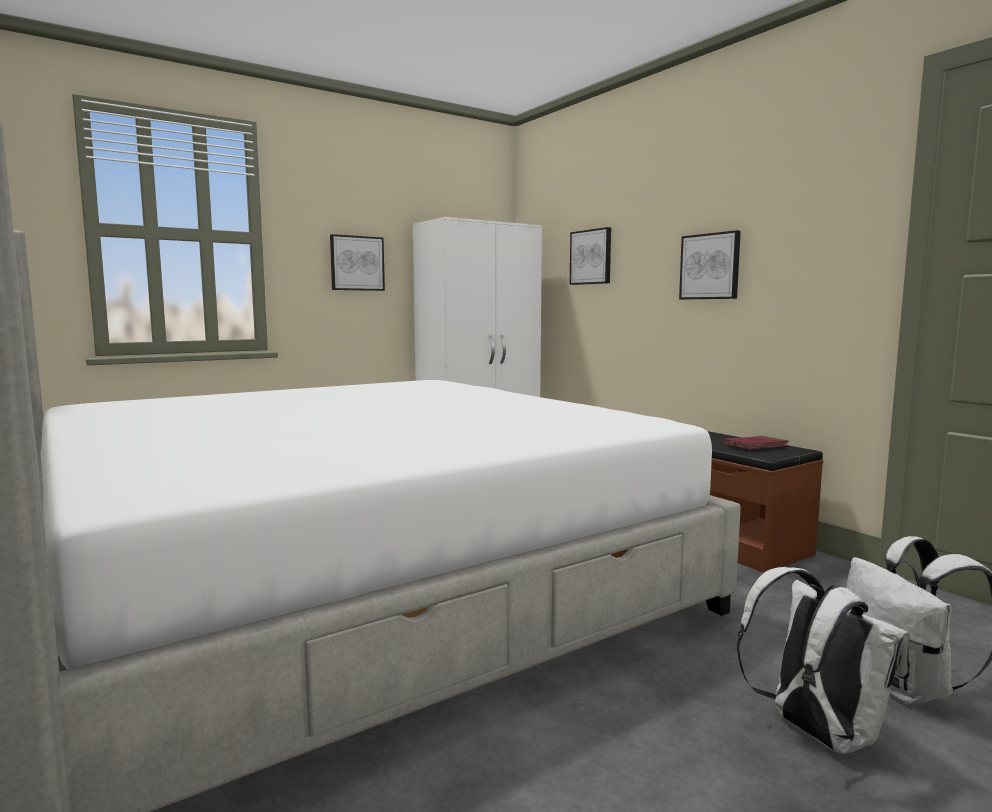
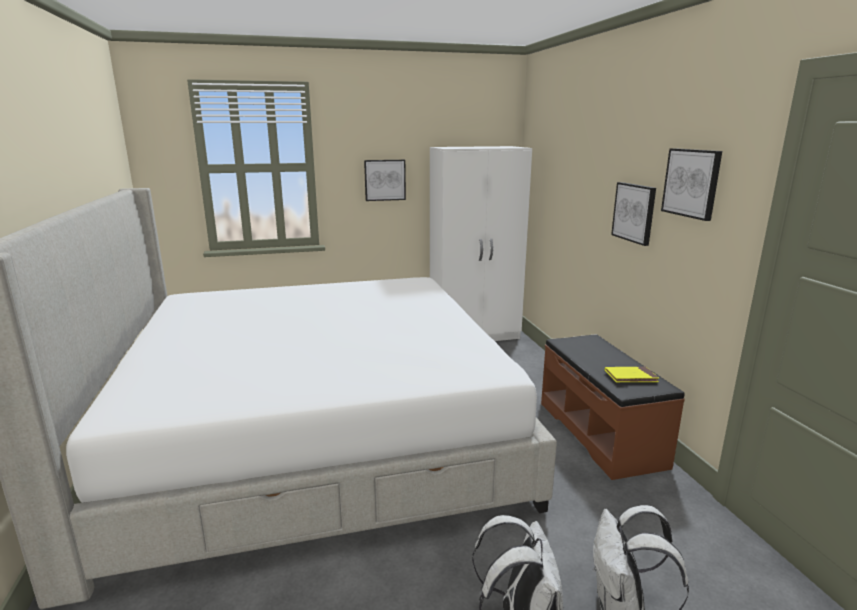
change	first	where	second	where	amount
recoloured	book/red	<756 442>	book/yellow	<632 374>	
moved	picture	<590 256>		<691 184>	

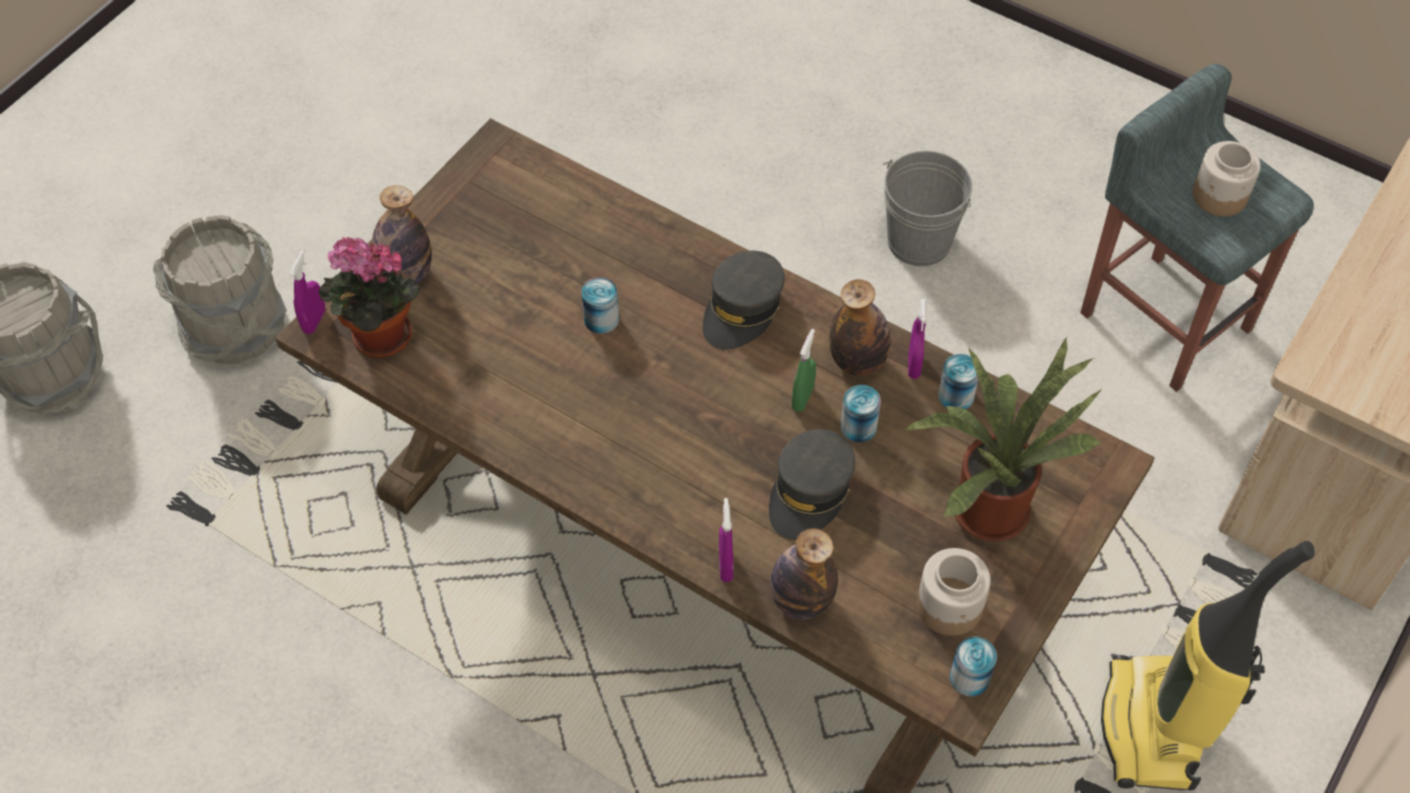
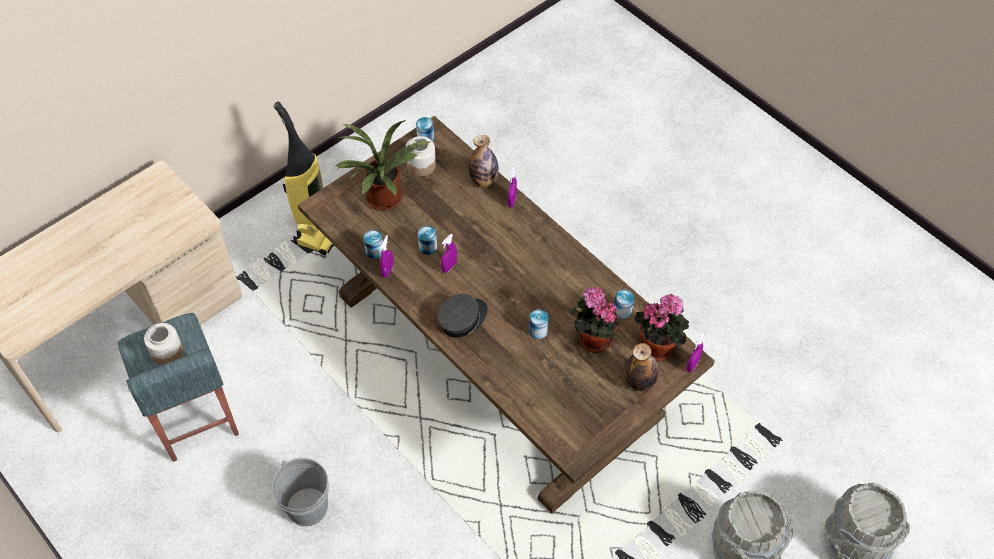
change	first	where	second	where	amount
recoloured	spray bottle/green	<804 370>	spray bottle/purple	<449 253>	
added			potted plant	<594 320>	
added			can	<624 304>	
removed	cap/grey	<812 484>			
removed	bottle	<860 327>			

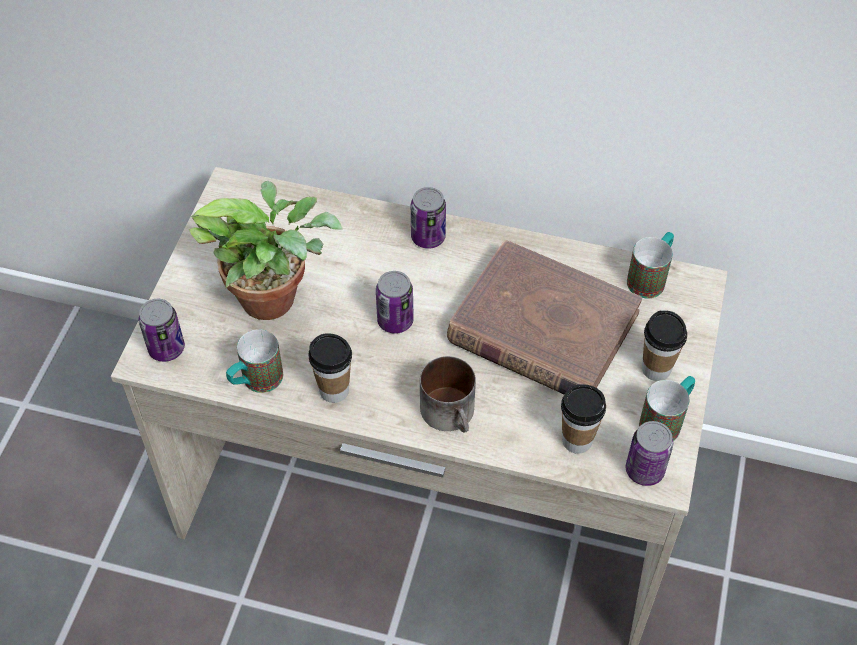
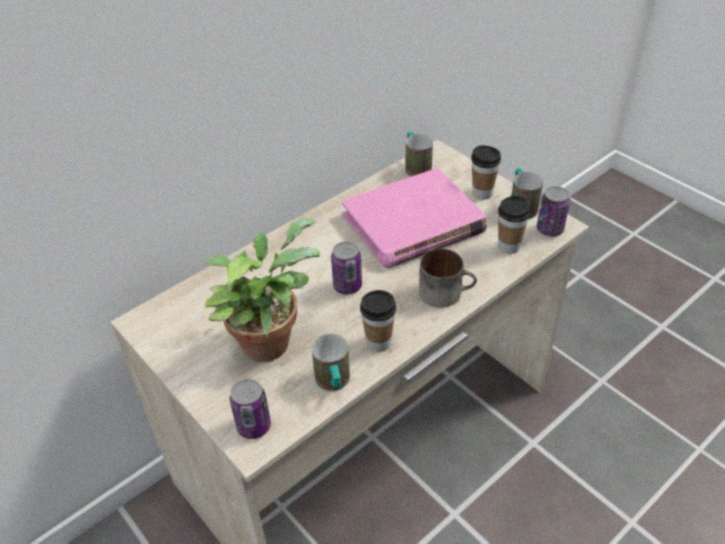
change	first	where	second	where	amount
recoloured	book/brown	<544 317>	book/pink	<415 218>	
removed	can	<428 218>			

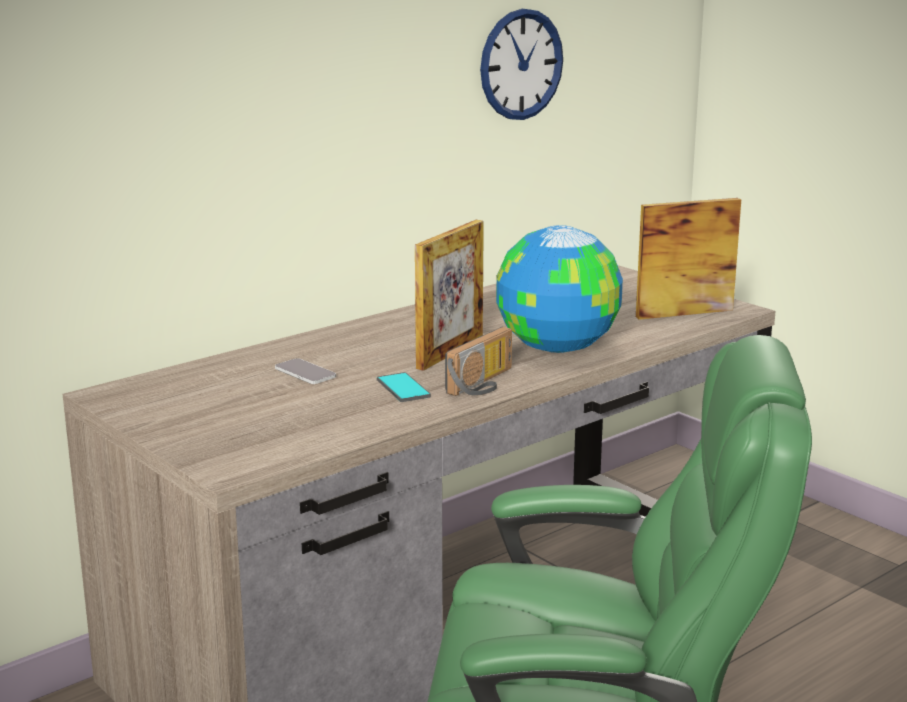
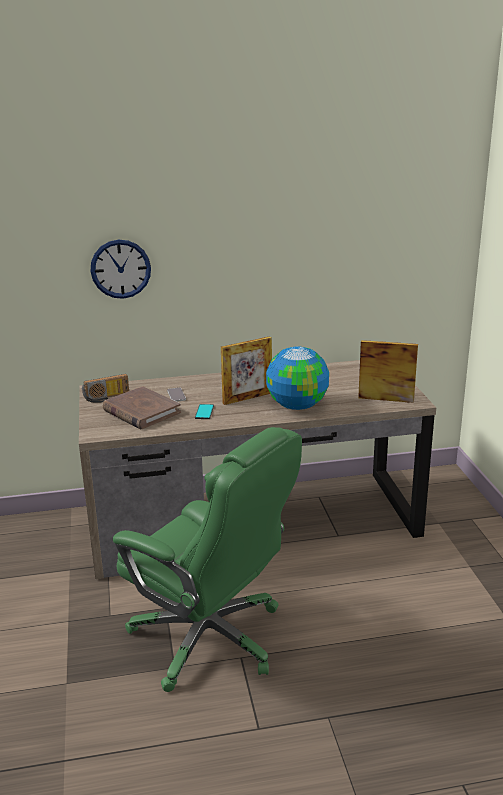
change	first	where	second	where	amount
moved	radio	<478 361>		<105 388>	
moved	wall clock	<521 64>		<121 269>	
added			book/brown	<142 407>	

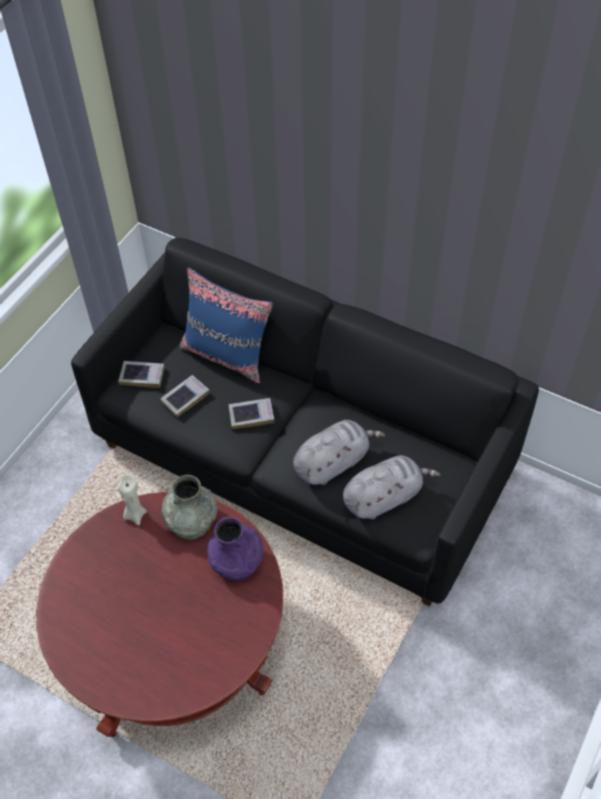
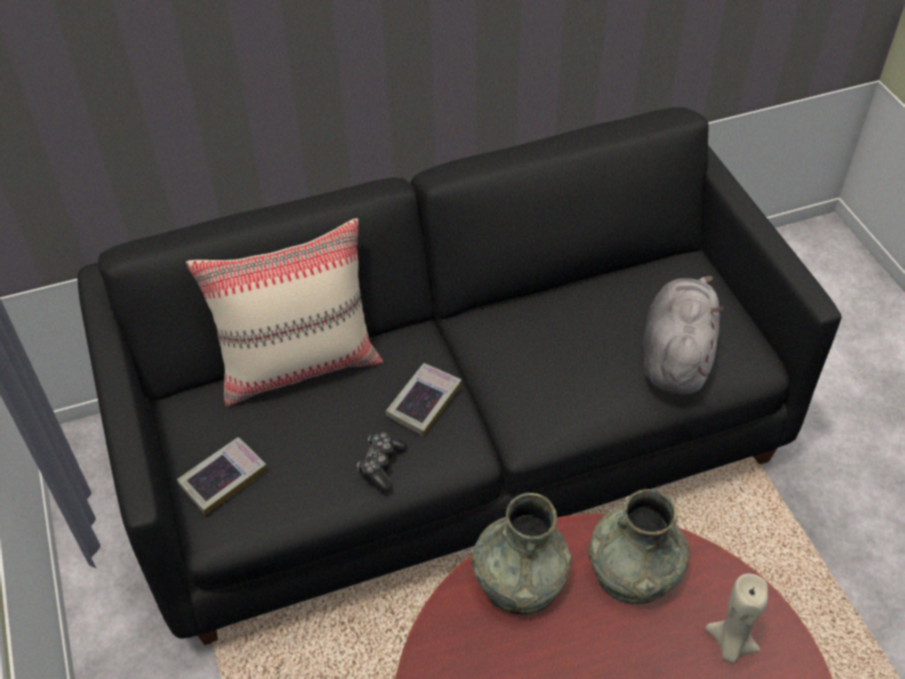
change	first	where	second	where	amount
recoloured	pillow/blue	<227 325>	pillow/beige	<284 312>	
added			game controller	<382 461>	
recoloured	vase/purple	<235 549>	vase/grey	<639 546>	
moved	candle/beige	<132 500>		<737 618>	
removed	book	<185 396>			
removed	plush toy/grey	<339 452>			

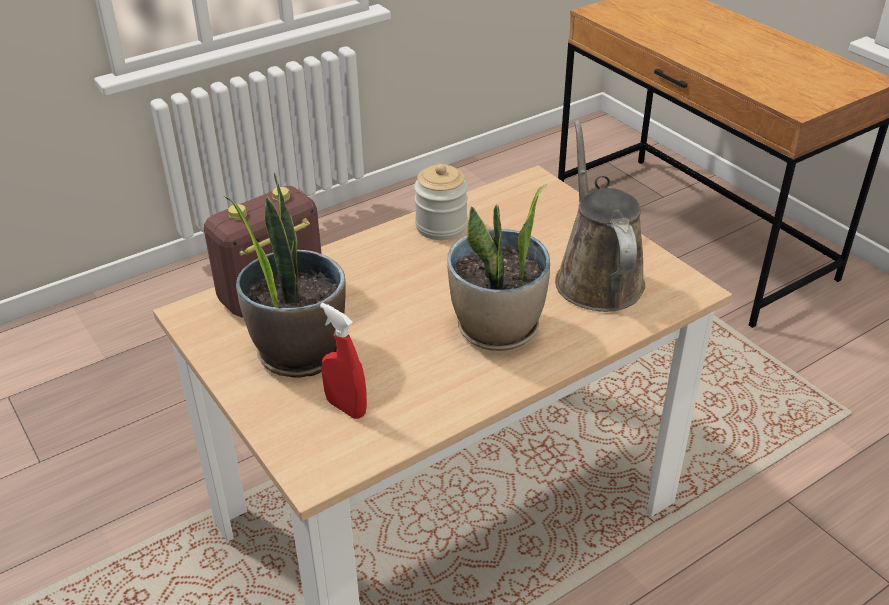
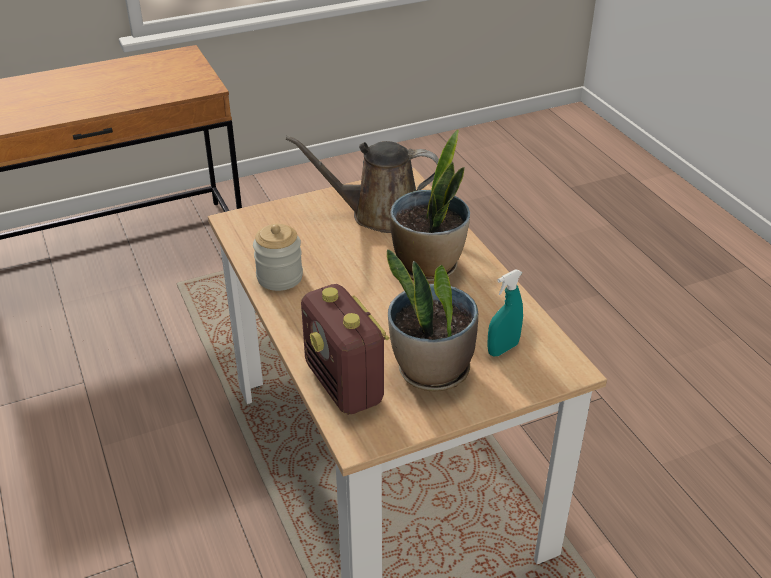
change	first	where	second	where	amount
recoloured	spray bottle/red	<343 361>	spray bottle/turquoise	<505 313>	

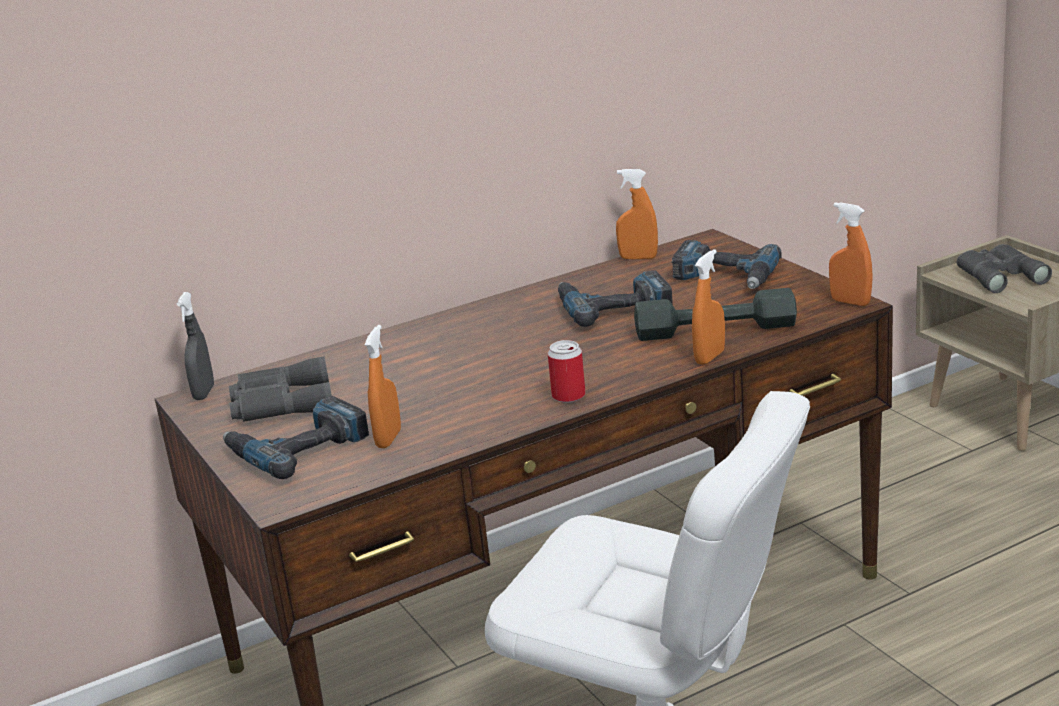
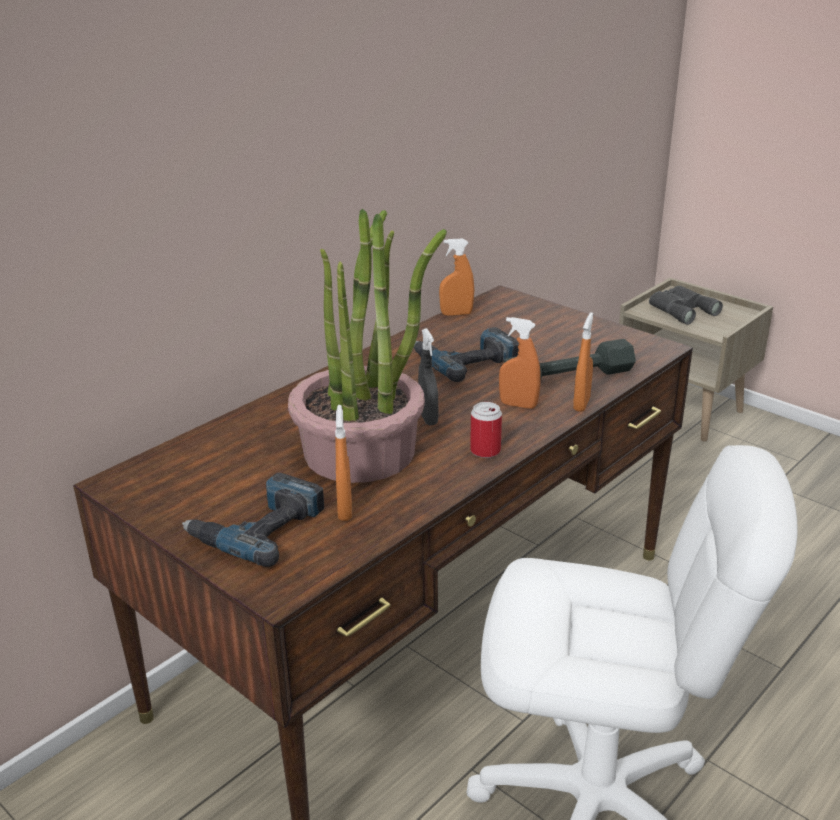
change	first	where	second	where	amount
added			potted plant	<367 345>	
moved	spray bottle/grey	<195 346>		<428 376>	
moved	spray bottle/orange	<851 254>		<520 363>	
removed	binoculars/grey	<280 389>			
removed	power drill	<727 264>			

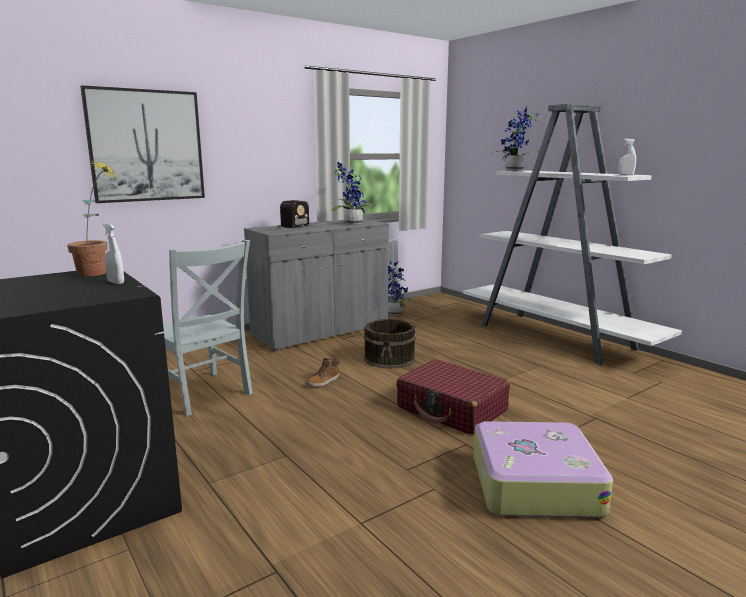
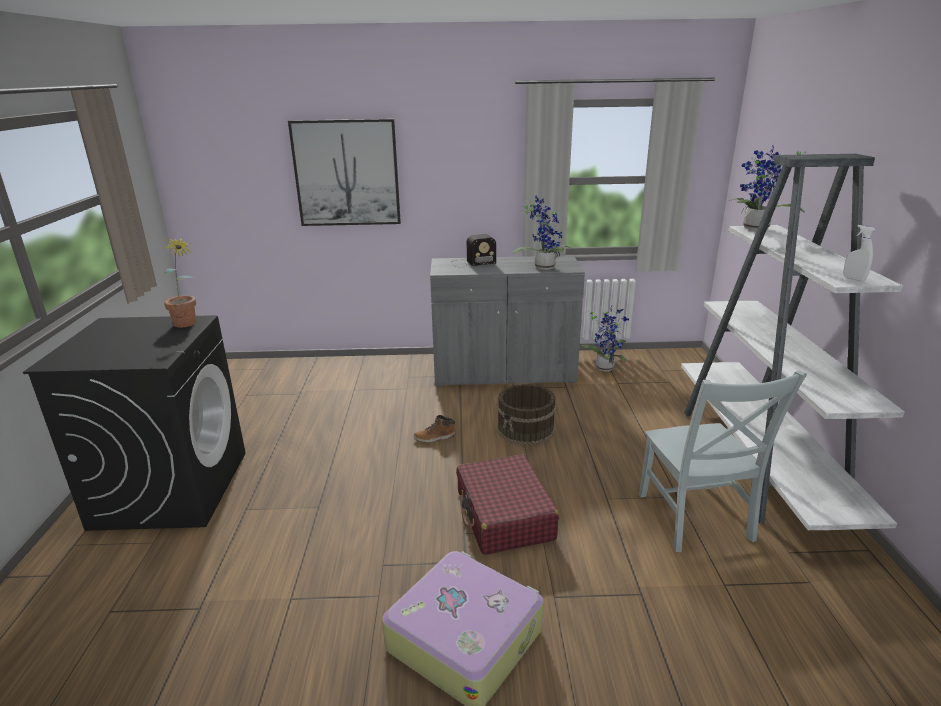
change	first	where	second	where	amount
moved	chair/grey	<208 328>		<723 461>	
removed	spray bottle/white	<113 254>			

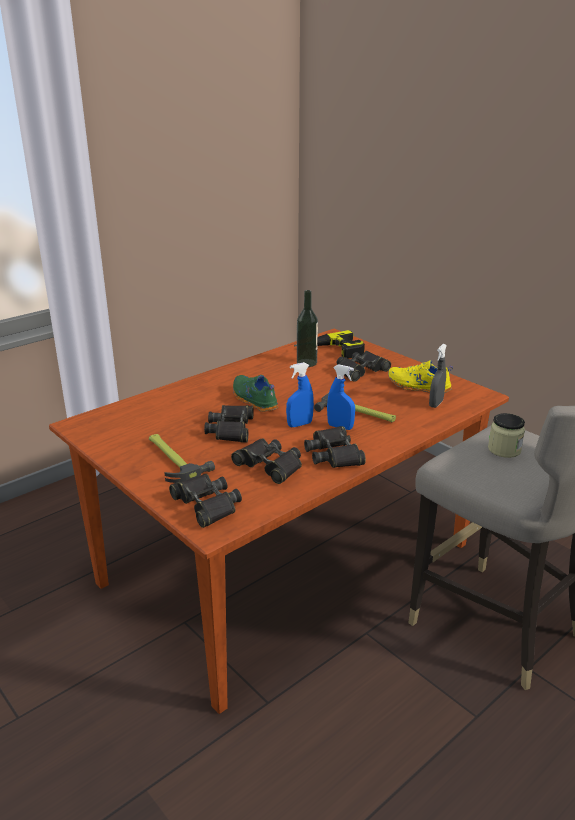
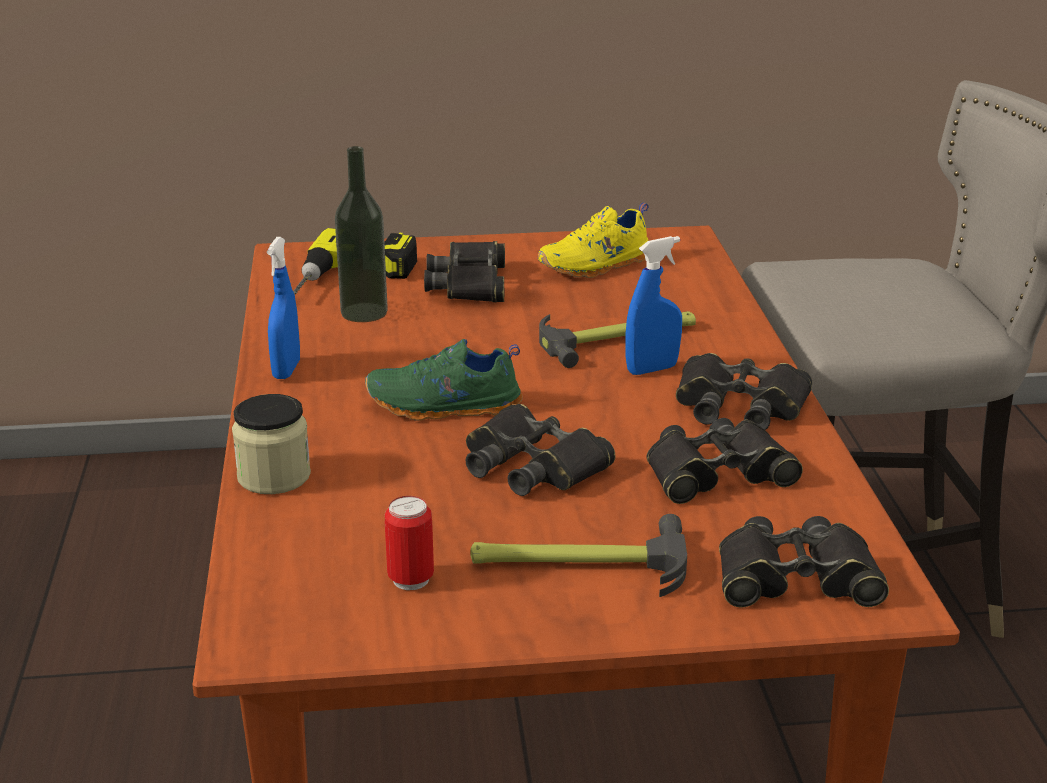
change	first	where	second	where	amount
moved	jar	<506 435>		<271 444>	
moved	spray bottle/blue	<300 394>		<283 308>	
added			can	<409 543>	
removed	spray bottle/grey	<438 376>			

